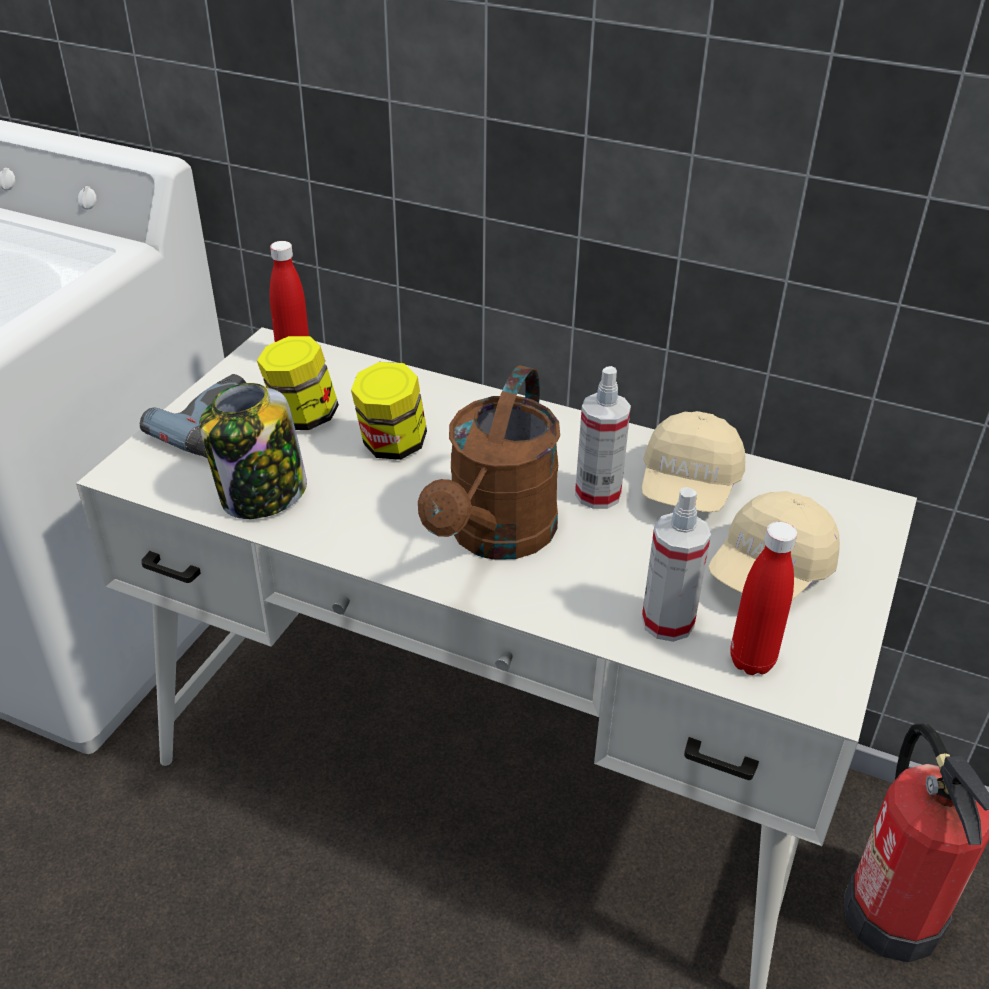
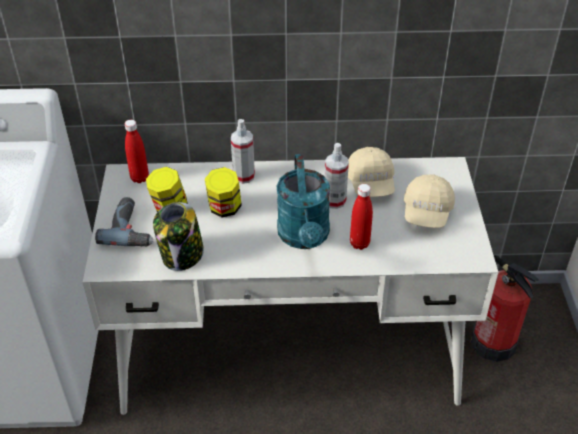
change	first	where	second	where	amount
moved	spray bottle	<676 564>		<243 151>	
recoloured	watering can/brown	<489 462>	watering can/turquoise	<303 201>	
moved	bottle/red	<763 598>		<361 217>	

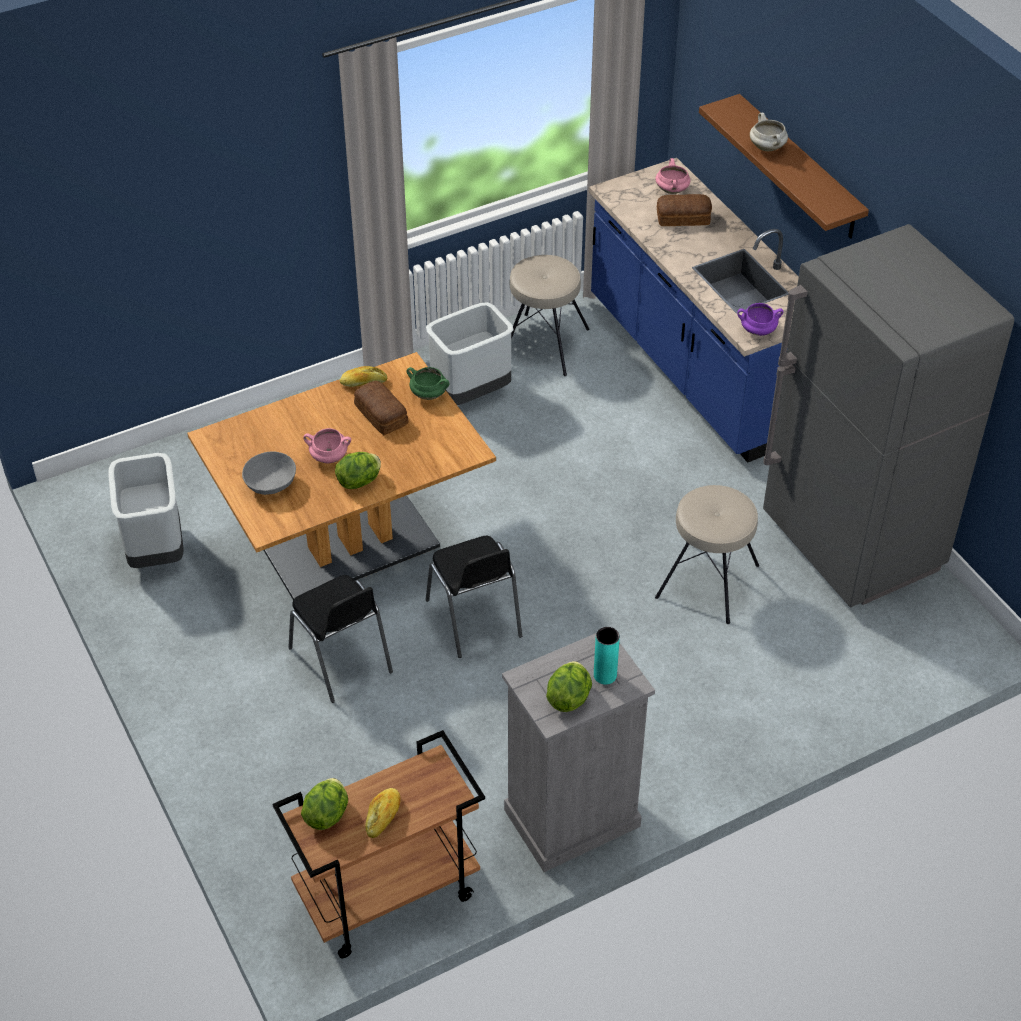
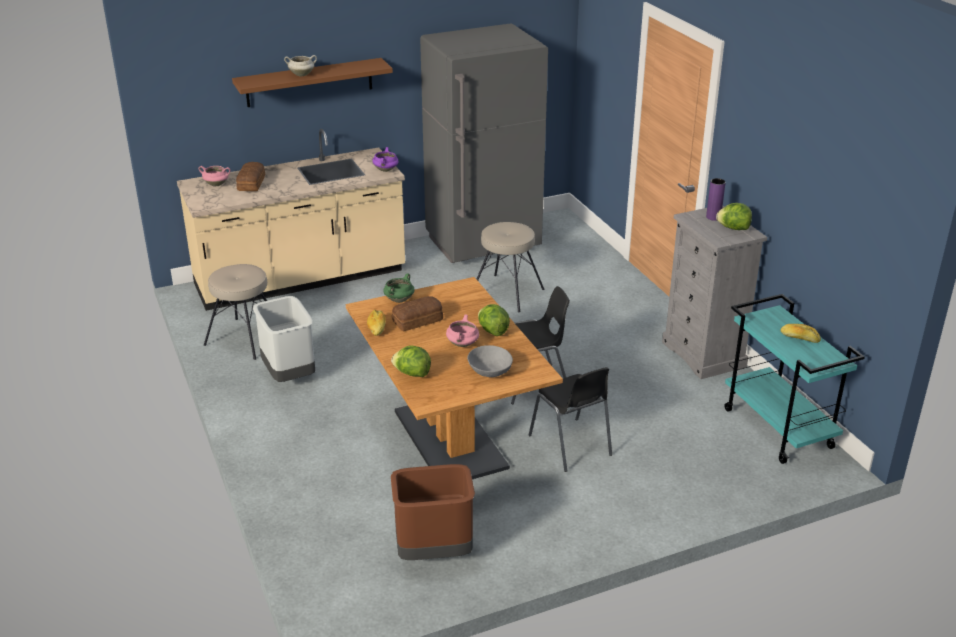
change	first	where	second	where	amount
recoloured	counter/blue	<694 310>	counter/beige	<291 220>	
moved	lettuce	<324 804>		<411 361>	
recoloured	trash can/grey	<145 510>	trash can/brown	<433 512>	
turned	chair/black	<340 639>		<570 419>	90 degrees clockwise
recoloured	vase/turquoise	<607 655>	vase/purple	<716 199>	
recoloured	cart/brown	<378 844>	cart/turquoise	<795 379>	

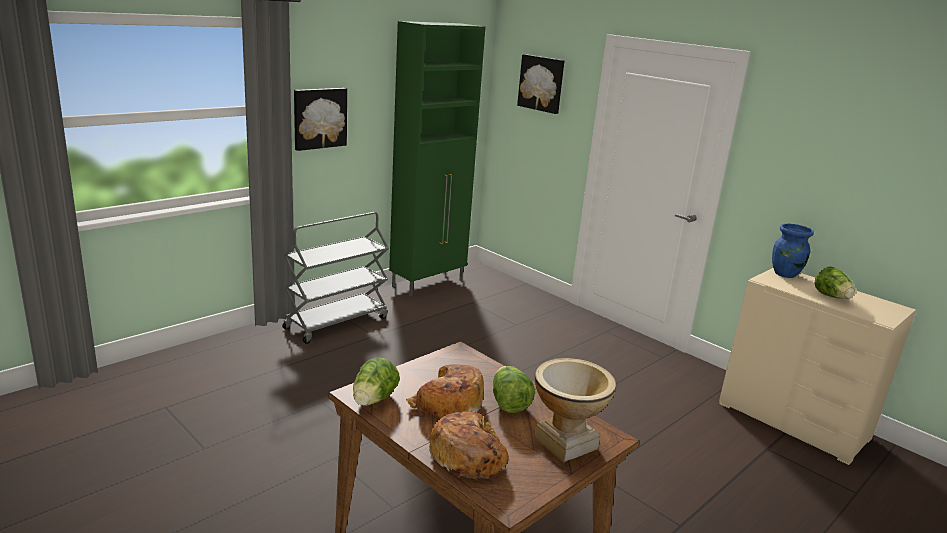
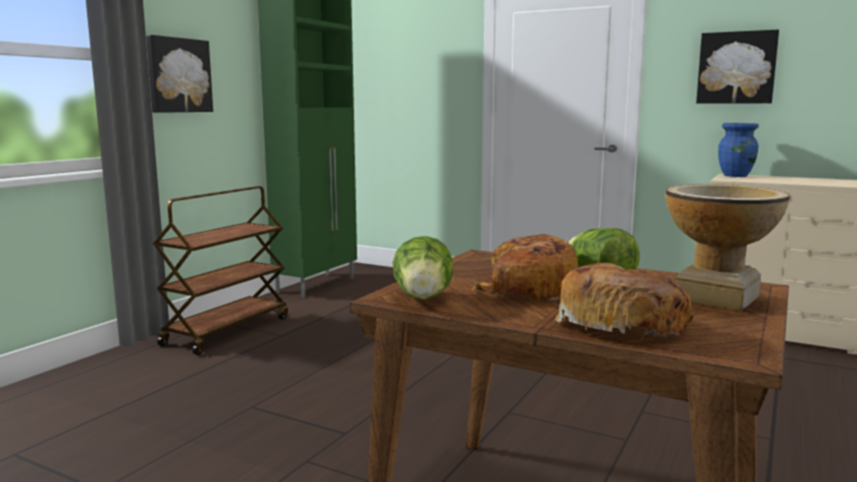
change	first	where	second	where	amount
recoloured	cart/grey	<335 278>	cart/brown	<220 270>	
moved	picture	<540 84>		<737 66>	
removed	lettuce	<835 282>			

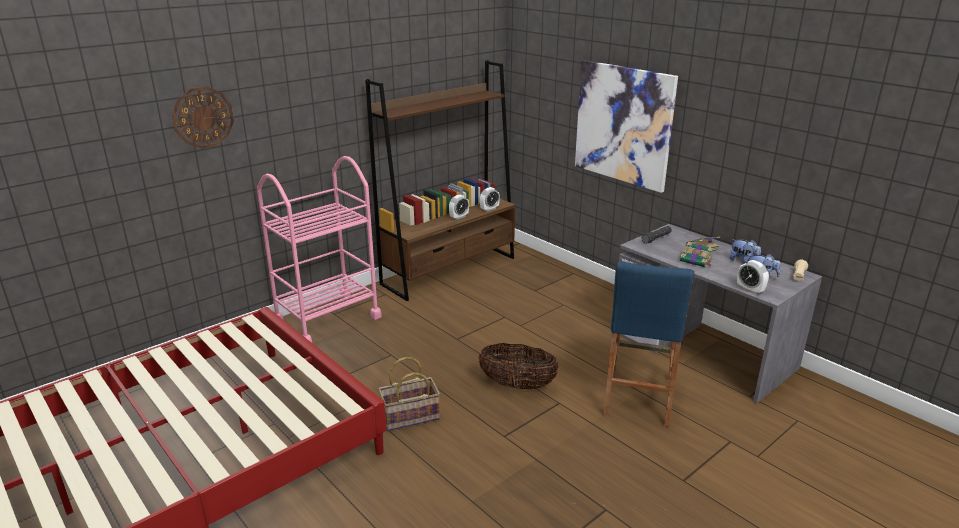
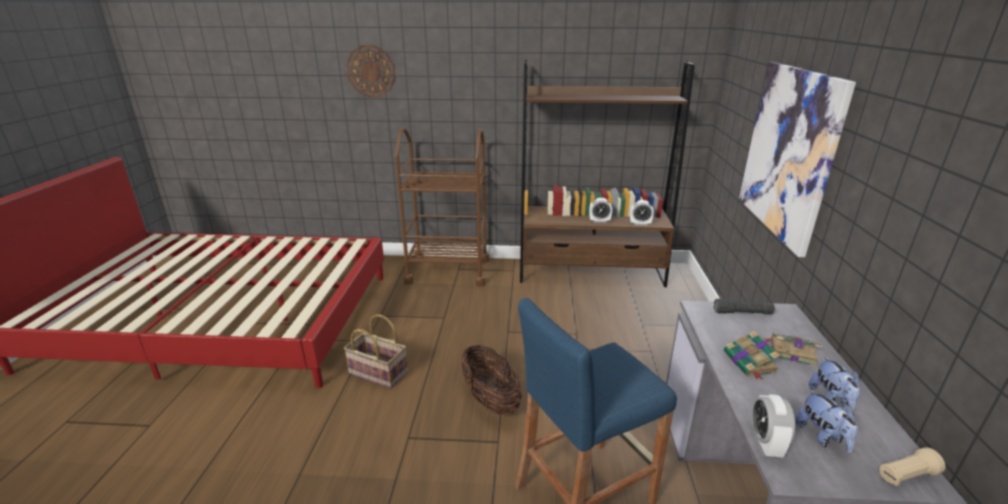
change	first	where	second	where	amount
recoloured	cart/pink	<319 249>	cart/brown	<442 207>	

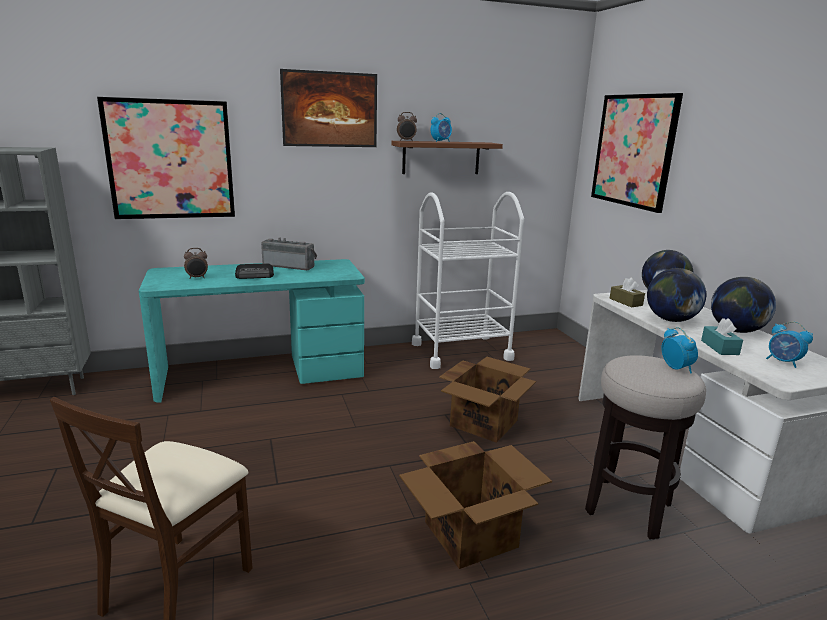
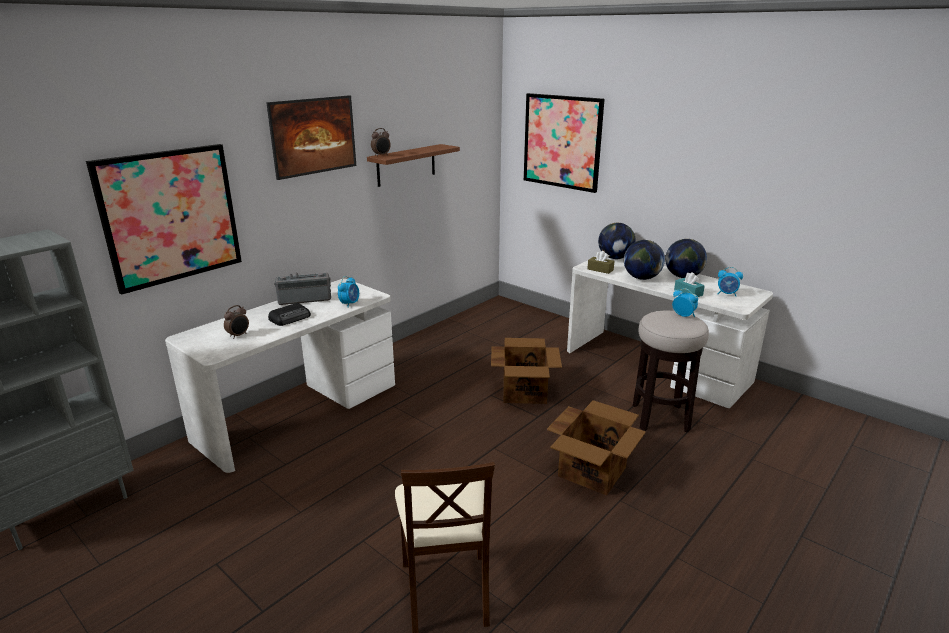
change	first	where	second	where	amount
recoloured	desk/turquoise	<252 331>	desk/white	<280 376>	
moved	alarm clock	<441 127>		<348 292>	
removed	cart/white	<468 280>			

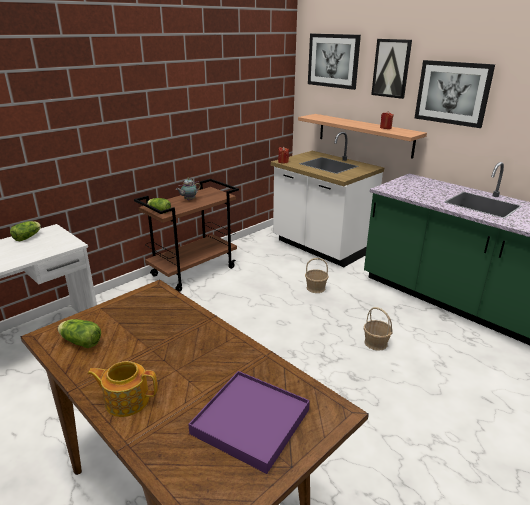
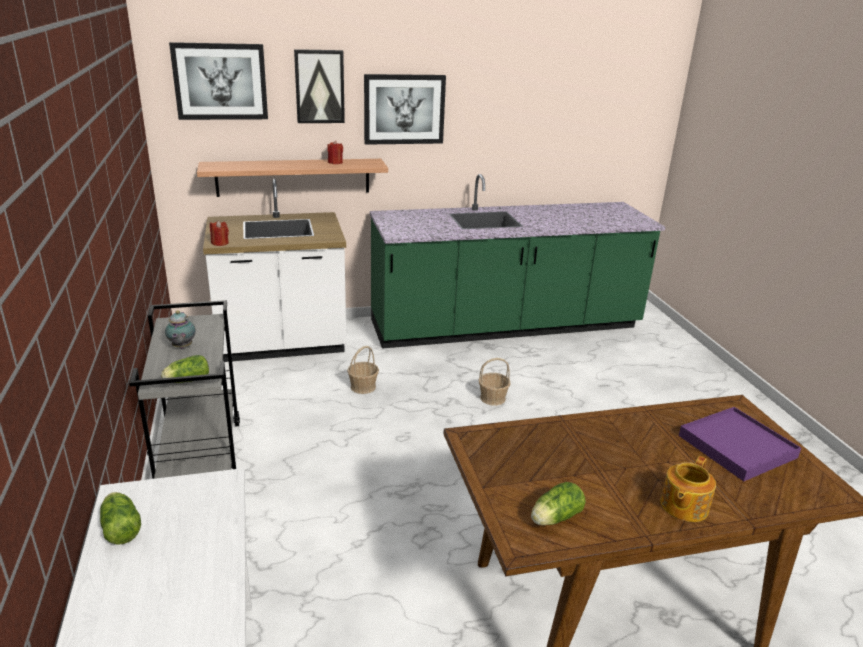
change	first	where	second	where	amount
recoloured	cart/brown	<186 235>	cart/grey	<184 389>	

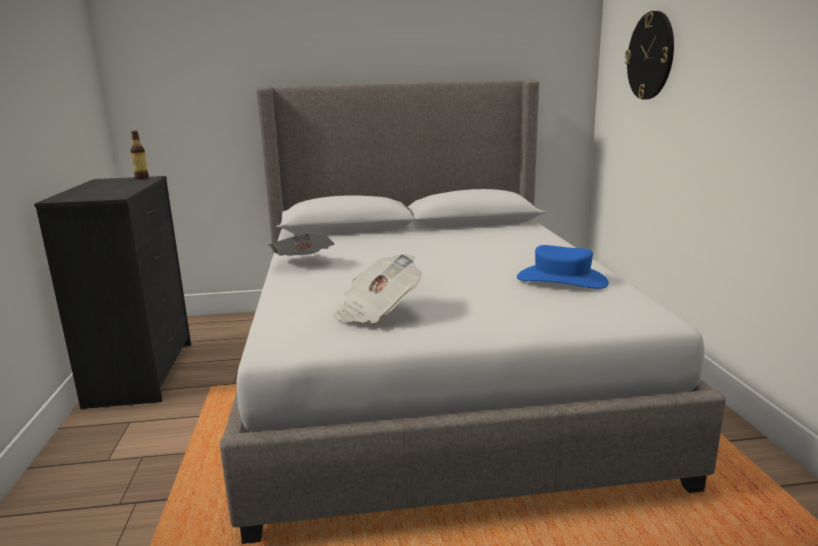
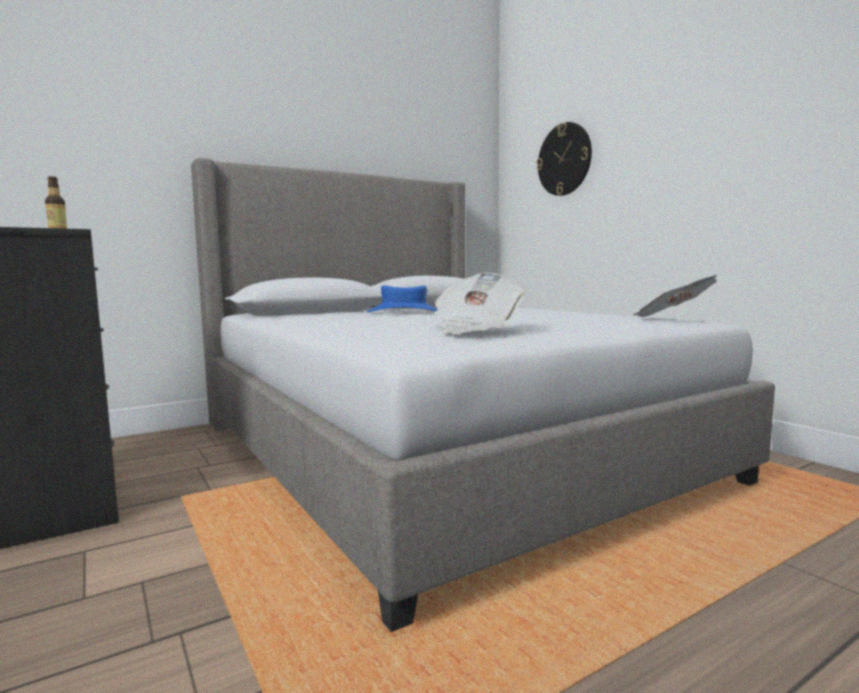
change	first	where	second	where	amount
moved	hat/blue	<563 267>		<402 298>	
moved	newspaper	<302 245>		<675 296>	

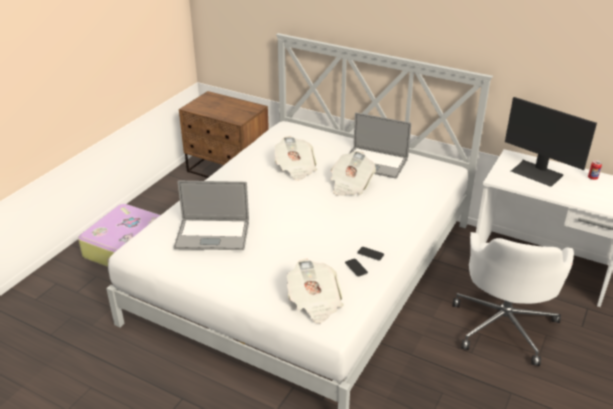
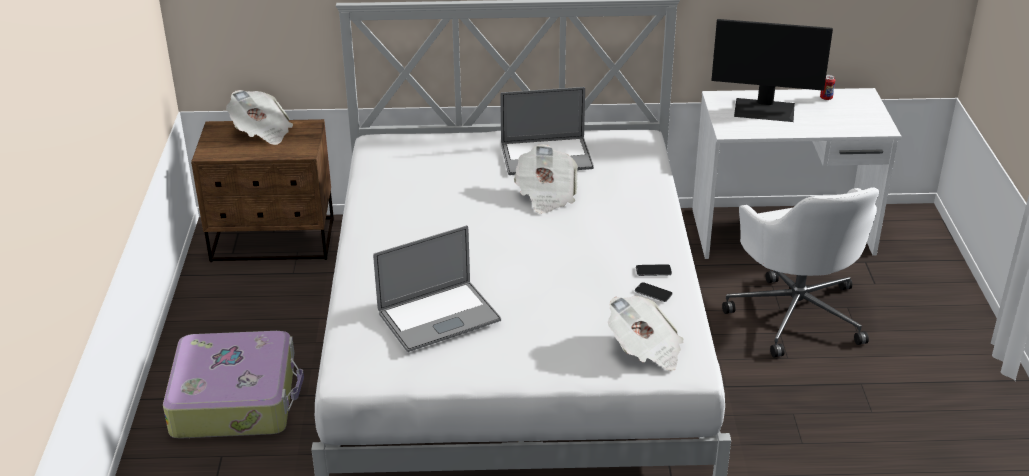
change	first	where	second	where	amount
moved	newspaper	<296 158>		<259 117>	

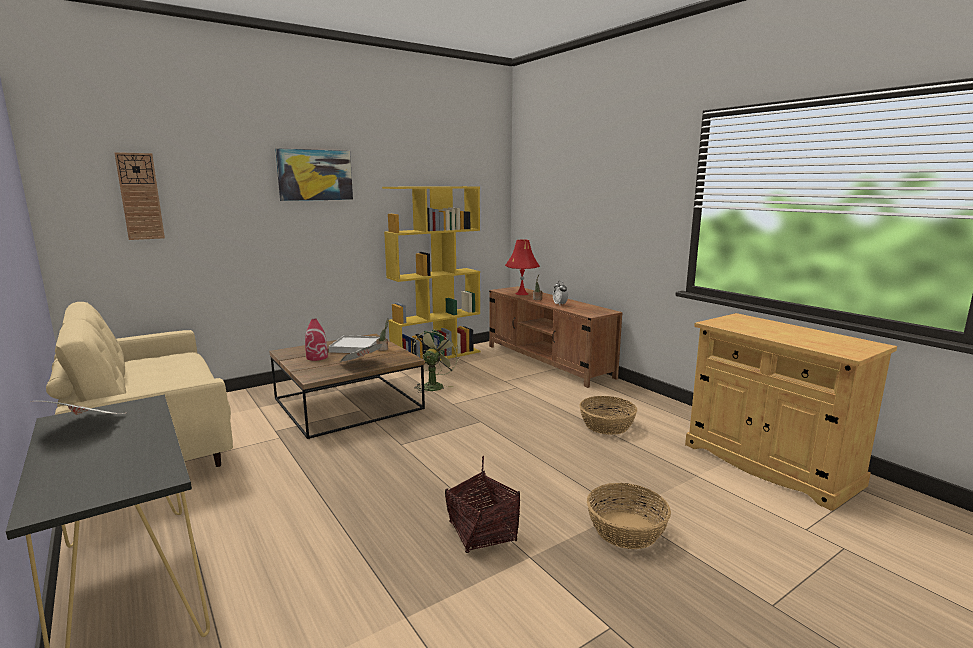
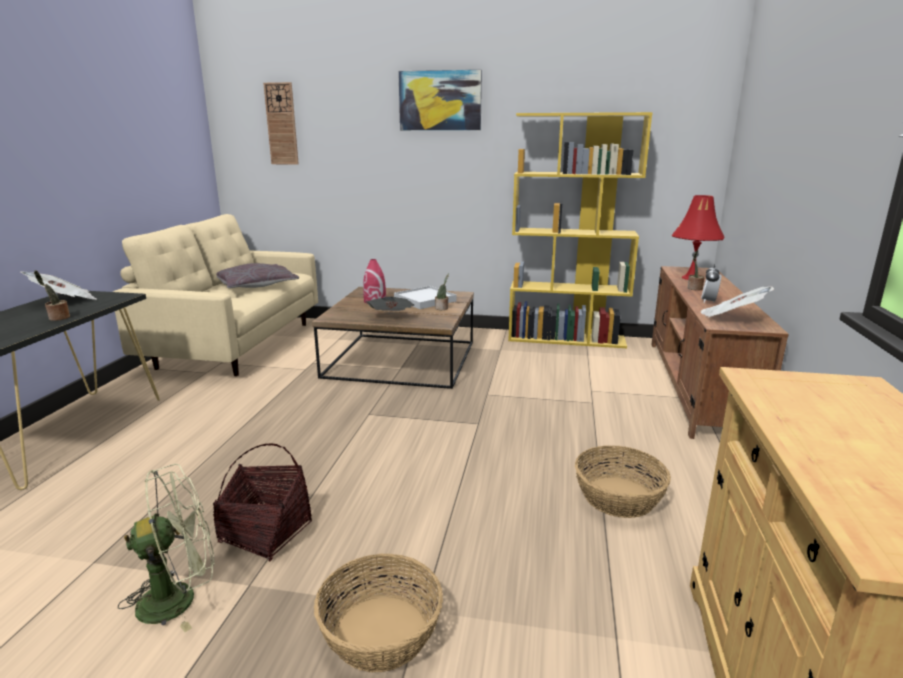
change	first	where	second	where	amount
added			potted plant	<52 295>	
moved	fan/green	<436 360>		<166 548>	
added			pillow/grey	<258 275>	
added			newspaper	<737 301>	

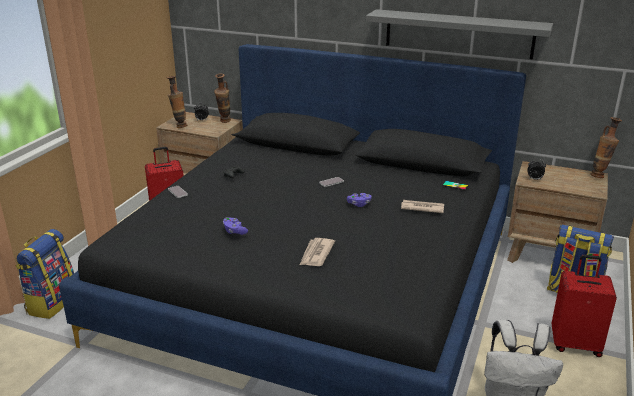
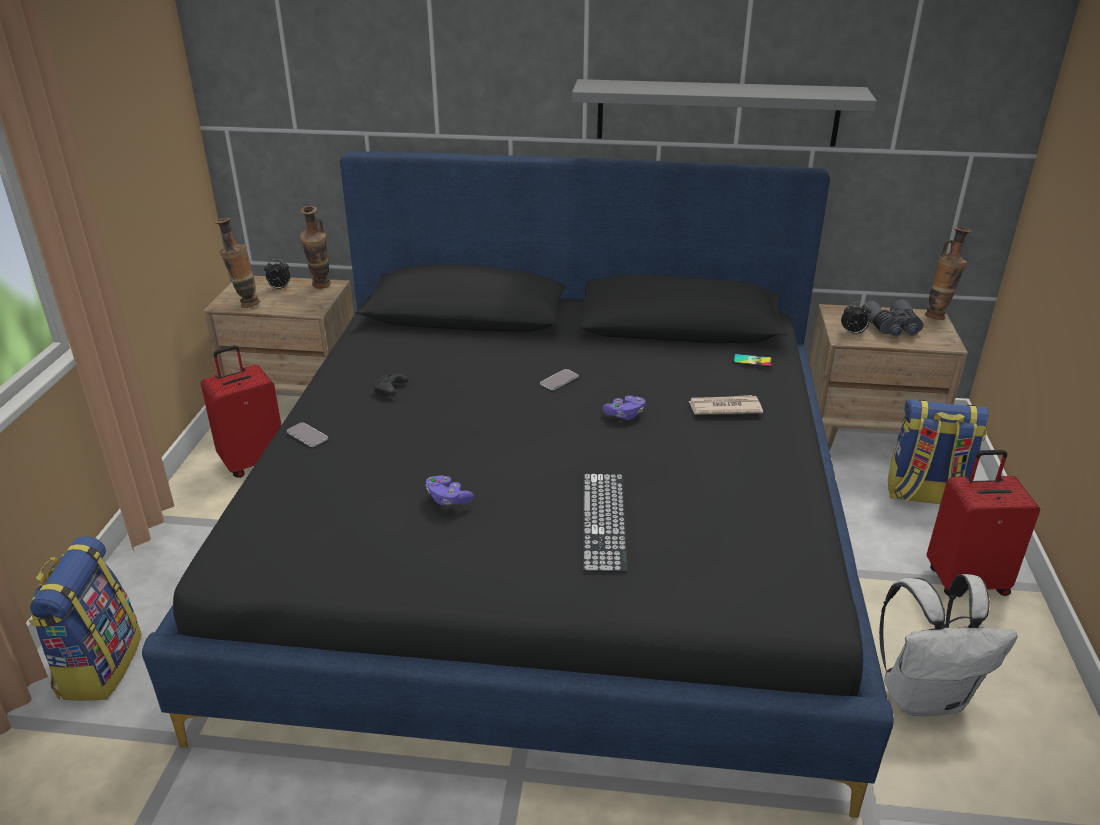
change	first	where	second	where	amount
replaced	newspaper	<317 252>	keyboard	<605 523>	
added			binoculars/grey	<892 317>	

